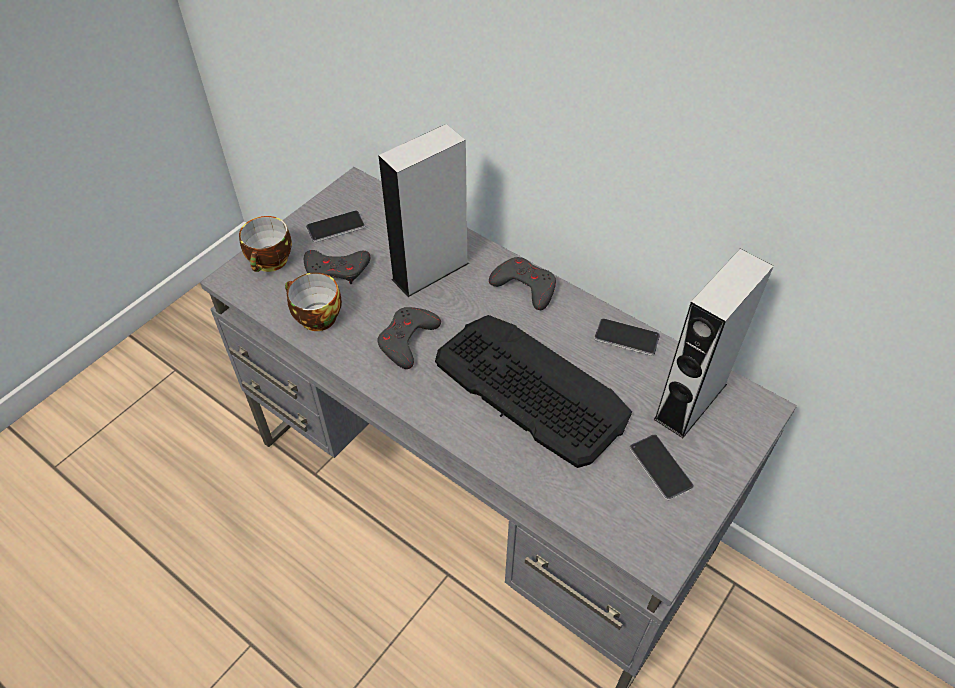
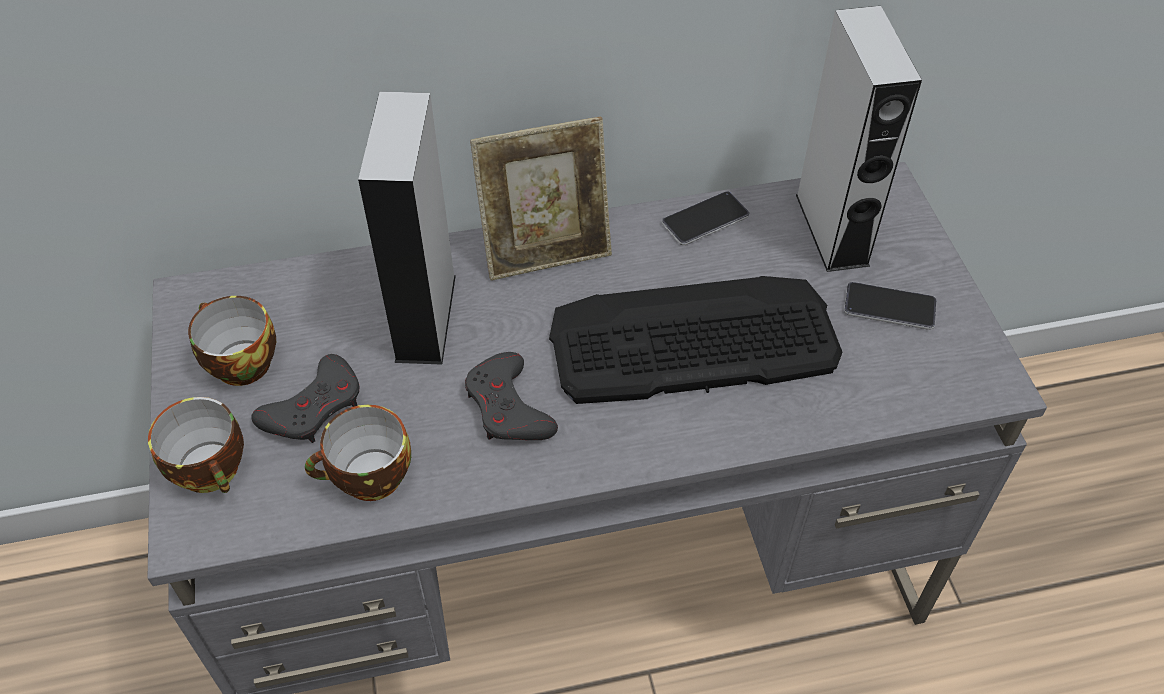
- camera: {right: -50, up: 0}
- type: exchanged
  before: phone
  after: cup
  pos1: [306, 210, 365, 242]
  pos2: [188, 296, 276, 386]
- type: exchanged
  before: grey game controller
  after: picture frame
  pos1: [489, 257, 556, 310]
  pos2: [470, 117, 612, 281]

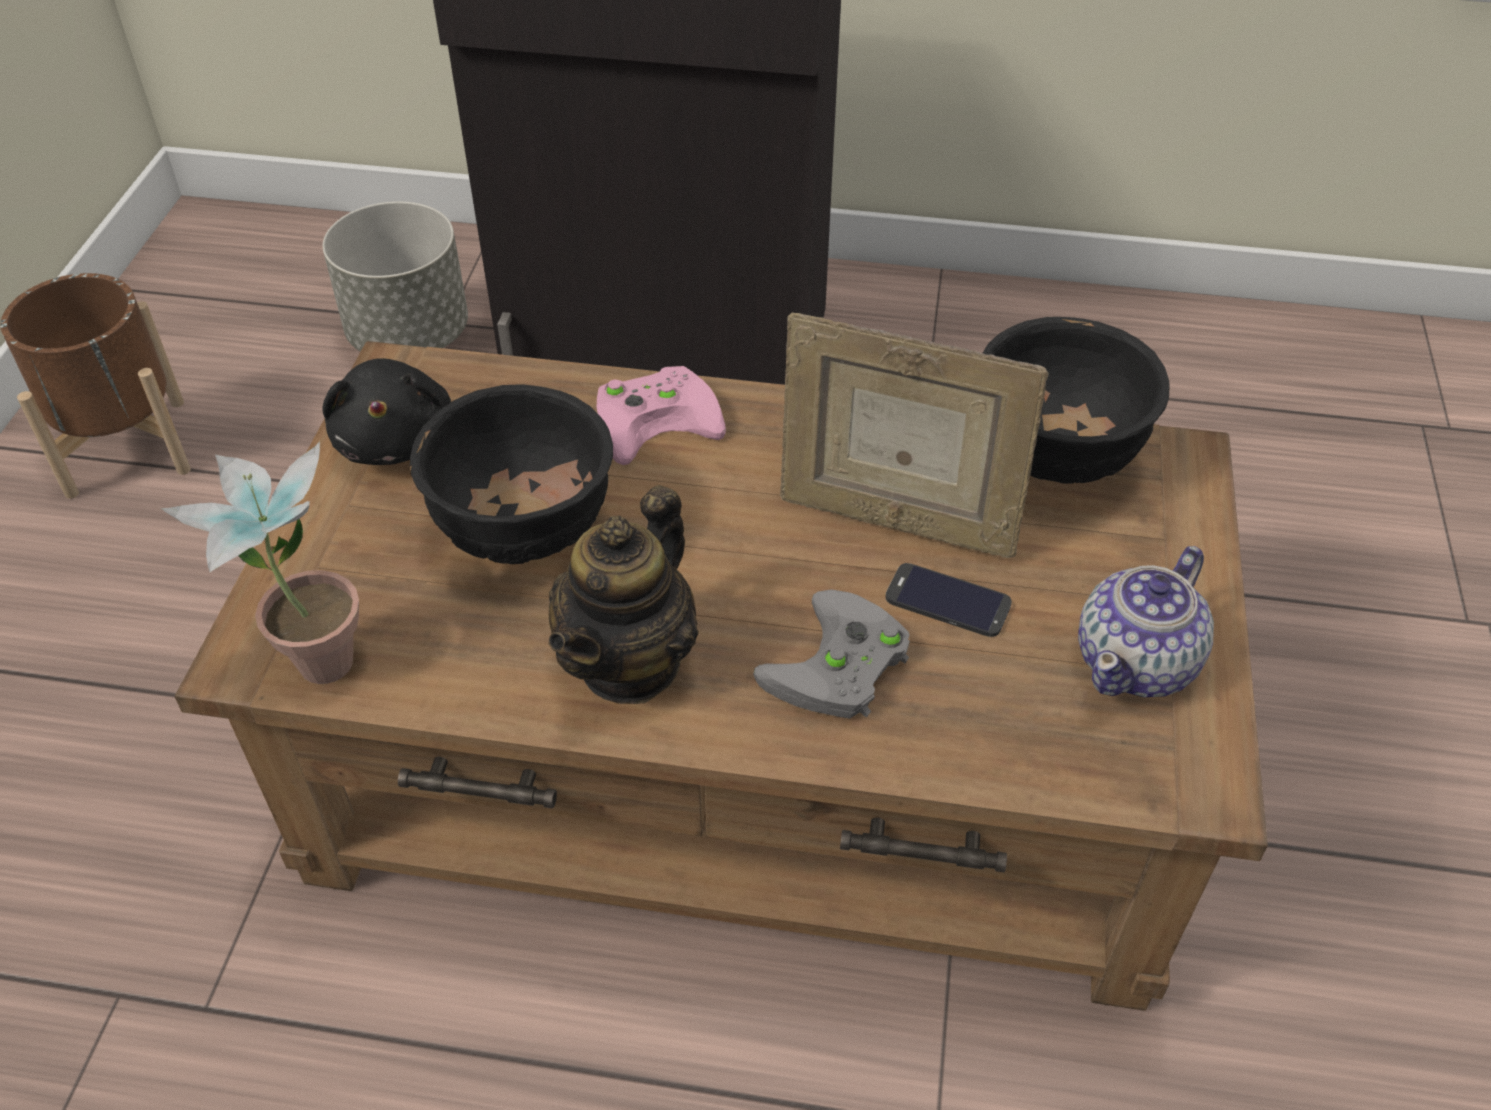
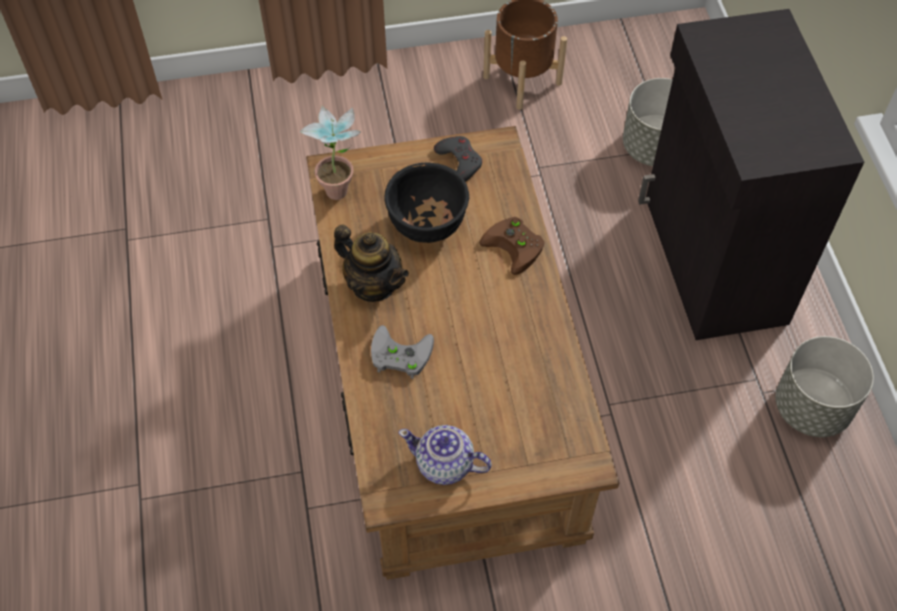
- camera: {right: 70, up: 10}
- type: missing
  before: picture frame
  pos1: [780, 313, 1049, 558]
- type: missing
  before: blackish serving bowl
  pos1: [983, 317, 1169, 484]
- type: exchanged
  before: blackish cuddly toy
  after: grey game controller
  pos1: [322, 358, 451, 465]
  pos2: [434, 136, 482, 182]
- type: colour
  before: pink game controller
  after: brown game controller
  pos1: [597, 366, 726, 465]
  pos2: [479, 217, 545, 275]
- type: spun
  before: tea pot
  pos1: [549, 485, 699, 704]
  pos2: [334, 225, 409, 302]
  turn: -150
- type: missing
  before: phone
  pos1: [885, 563, 1012, 637]
- type: appeared
  after: grey flower pot
  pos2: [776, 336, 874, 437]

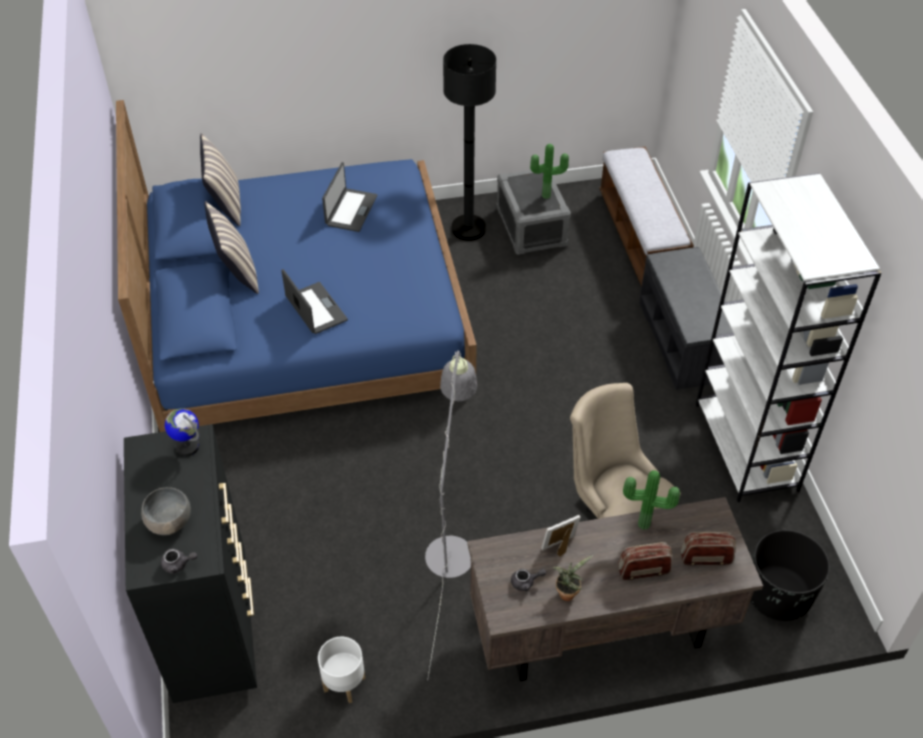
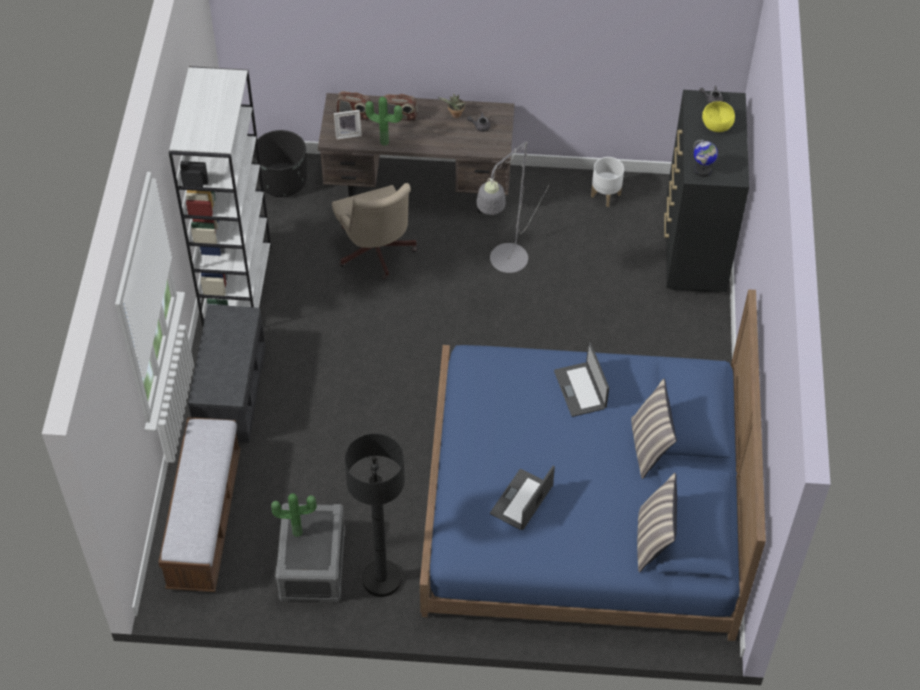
- camera: {right: -165, up: 5}
- type: colour
  before: grey serving bowl
  after: yellow-coloured serving bowl
  pos1: [141, 487, 191, 535]
  pos2: [702, 101, 735, 132]
- type: relocated
  before: picture frame
  pos1: [541, 515, 581, 557]
  pos2: [334, 110, 362, 139]

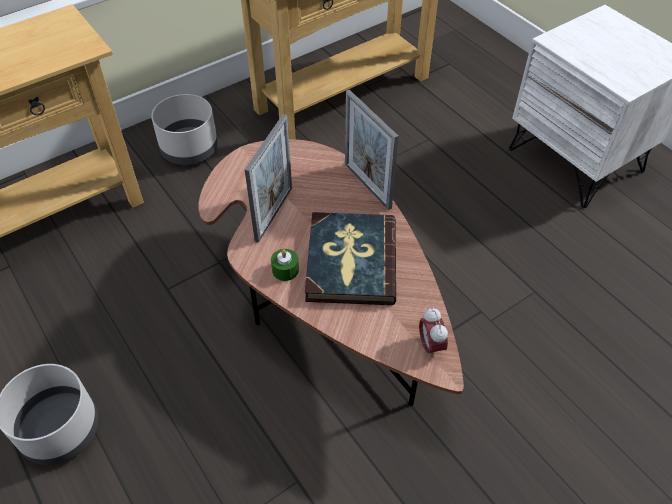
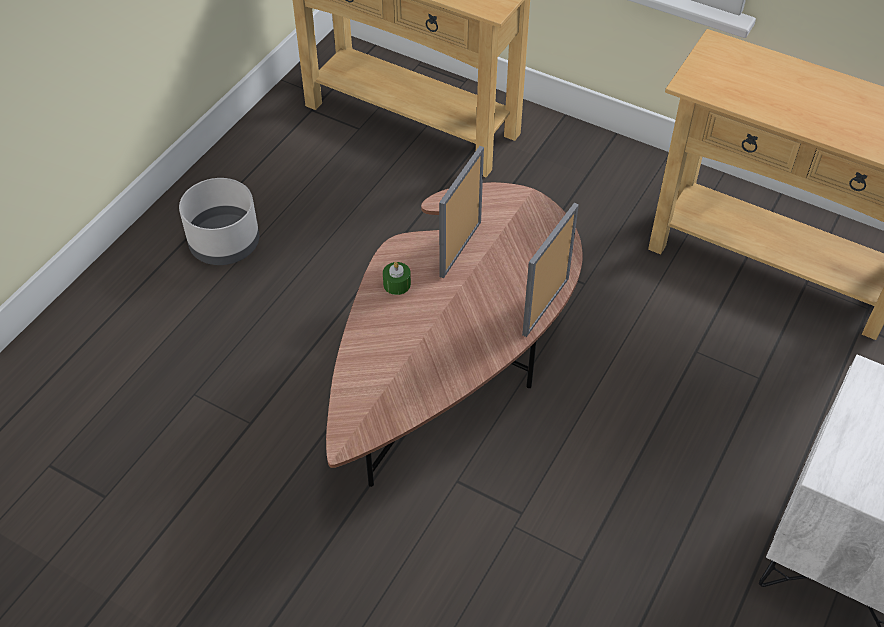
- camera: {right: 65, up: 0}
- type: missing
  before: grey flower pot
  pos1: [151, 94, 218, 165]
- type: spun
  before: picture frame
  pos1: [245, 114, 292, 243]
  pos2: [439, 146, 484, 279]
  turn: 120
- type: missing
  before: book
  pos1: [305, 212, 396, 305]
- type: missing
  before: alarm clock
  pos1: [419, 307, 448, 358]

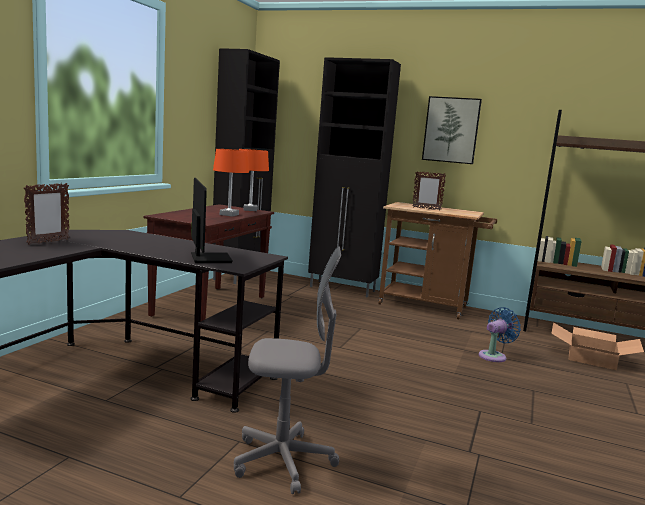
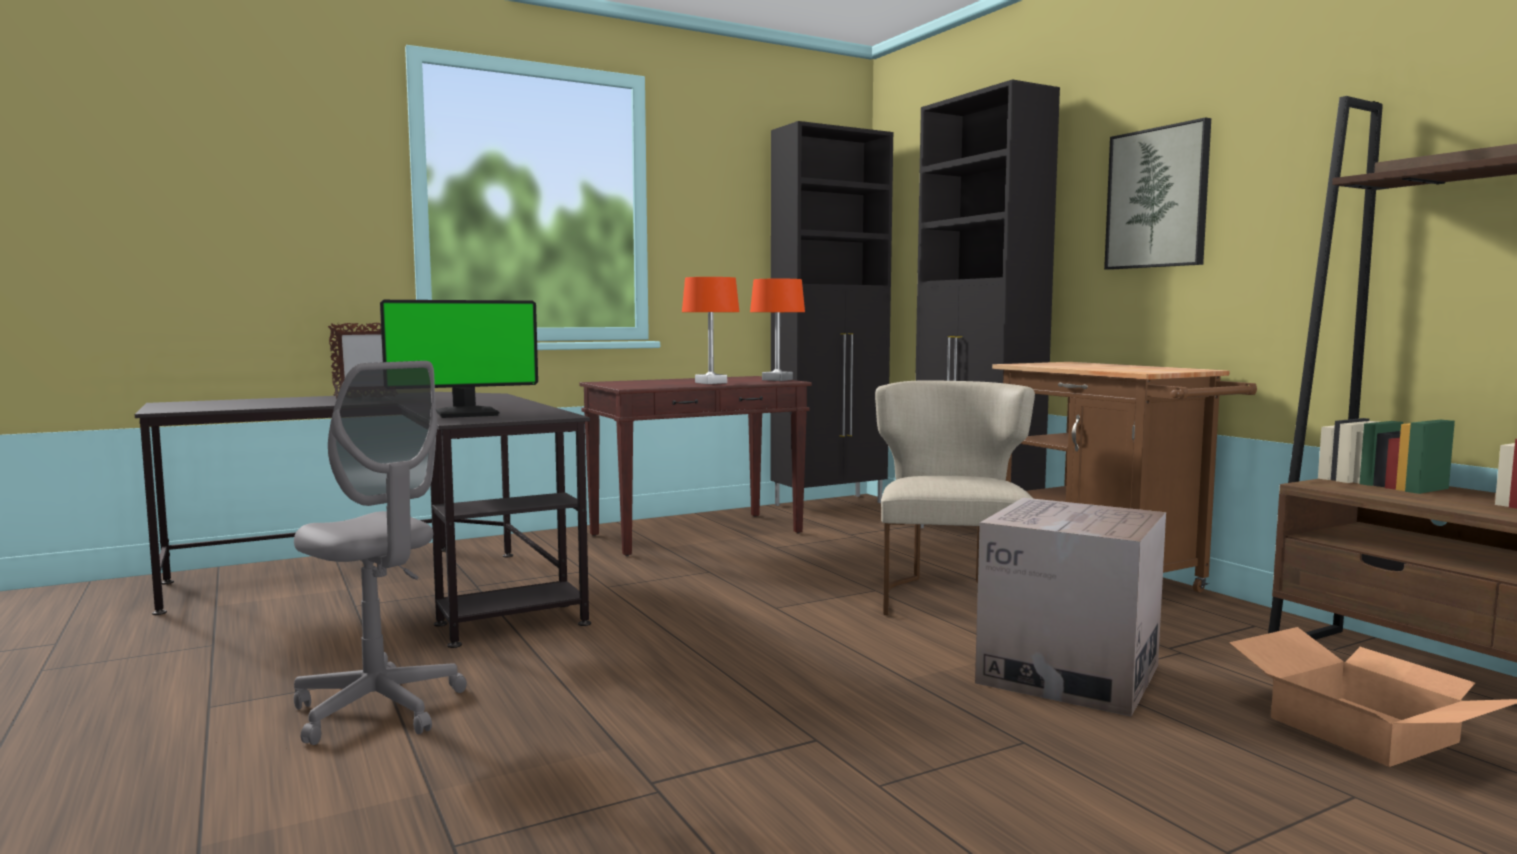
- camera: {right: 40, up: -5}
- type: missing
  before: picture frame
  pos1: [412, 171, 446, 210]
- type: spun
  before: computer display
  pos1: [191, 178, 233, 263]
  pos2: [380, 300, 538, 418]
  turn: 45
- type: exchanged
  before: blue fan
  after: cardboard box
  pos1: [479, 307, 521, 362]
  pos2: [975, 498, 1166, 717]
- type: appeared
  after: sand-coloured plain chair
  pos2: [875, 380, 1035, 615]

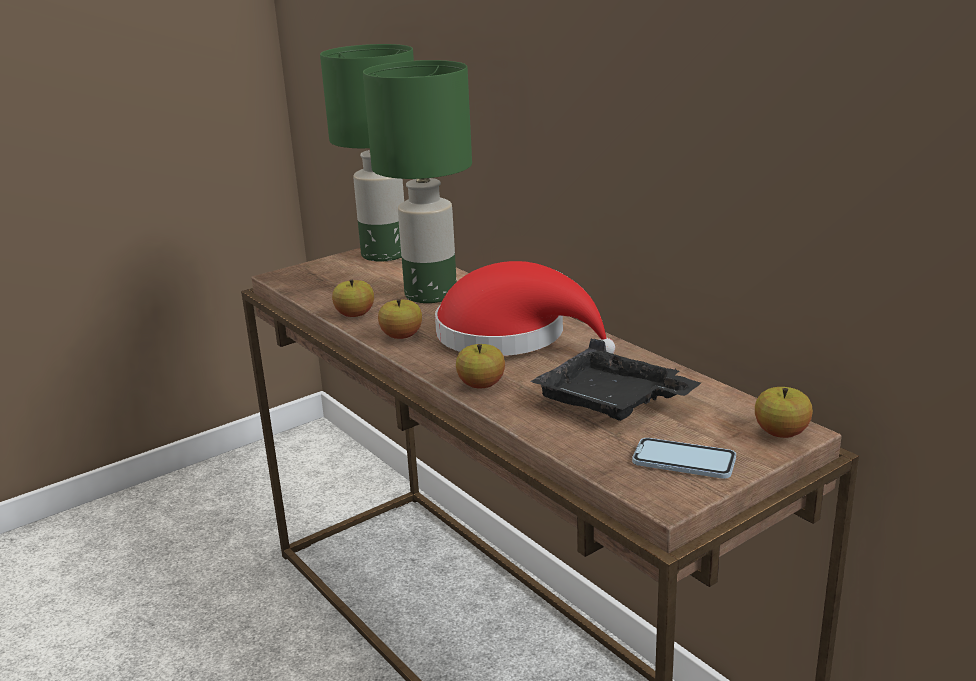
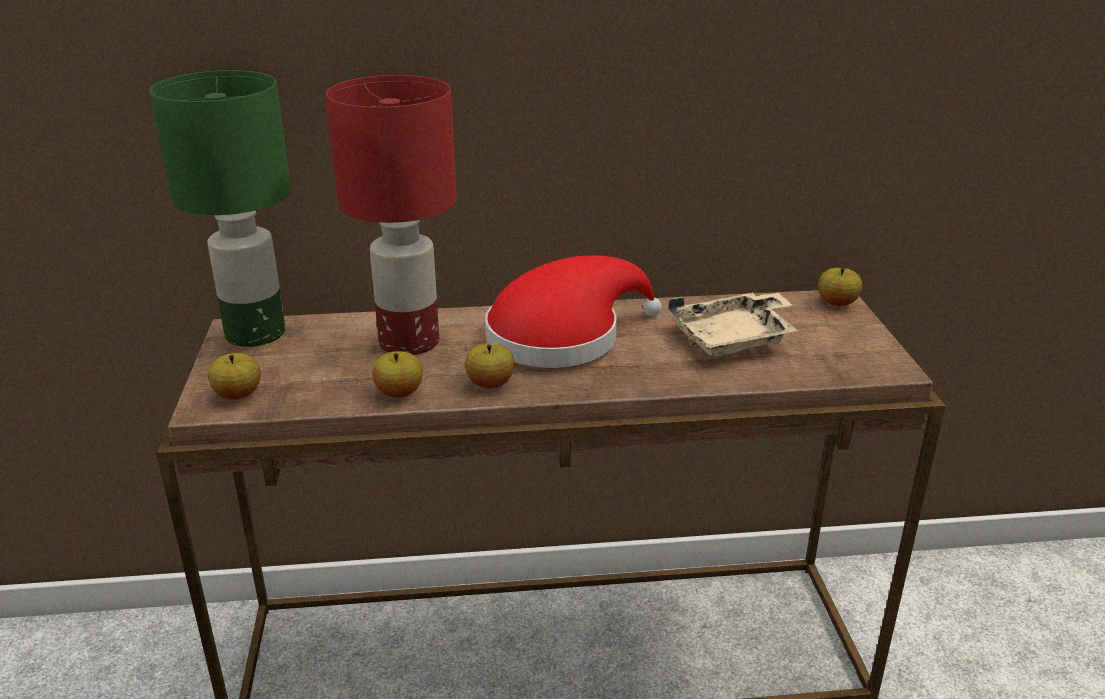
- camera: {right: -60, up: 5}
- type: colour
  before: green-coloured tabletop lamp
  after: reddish tabletop lamp
  pos1: [363, 60, 472, 303]
  pos2: [326, 75, 457, 355]
- type: colour
  before: blackish carrying tray
  after: sand-coloured carrying tray
  pos1: [530, 338, 701, 421]
  pos2: [668, 291, 798, 356]
- type: relocated
  before: whole apple
  pos1: [456, 344, 505, 388]
  pos2: [208, 353, 261, 400]
- type: missing
  before: phone
  pos1: [632, 438, 736, 479]

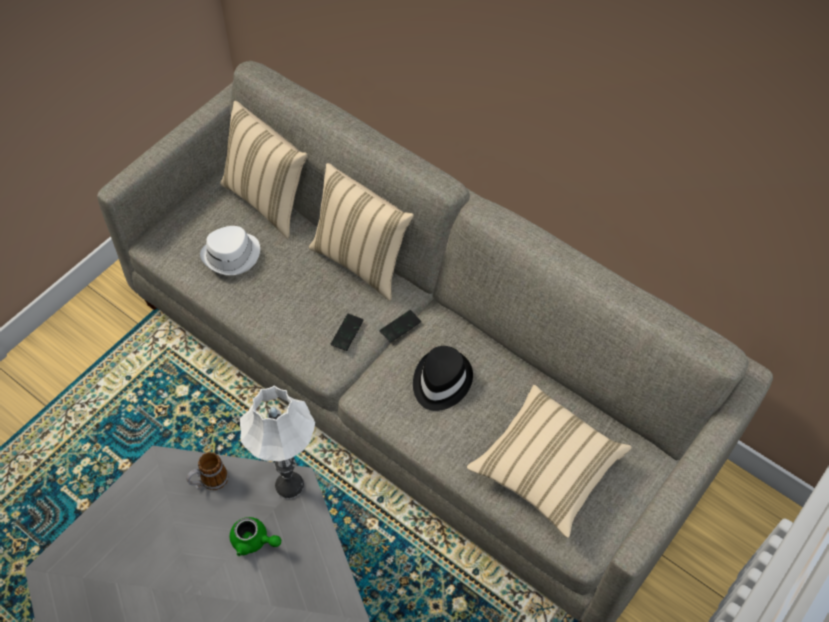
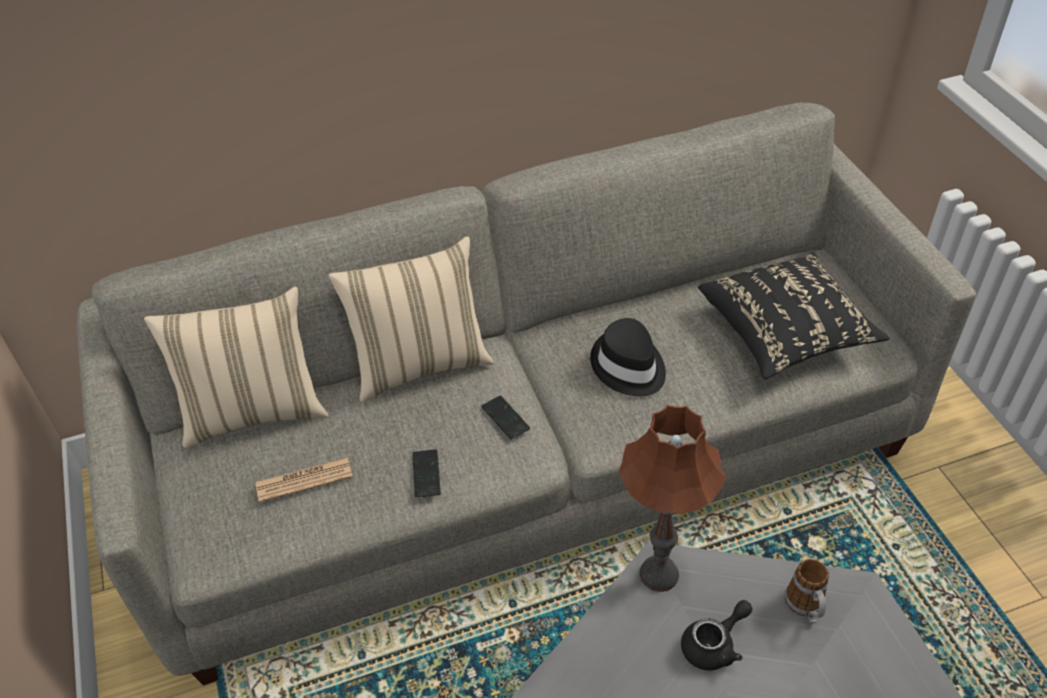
- camera: {right: -55, up: -10}
- type: exchanged
  before: white-coloured hat
  after: newspaper
  pos1: [200, 226, 260, 276]
  pos2: [256, 457, 353, 503]
- type: relocated
  before: phone
  pos1: [380, 310, 421, 343]
  pos2: [412, 449, 441, 498]
- type: colour
  before: white-coloured tabletop lamp
  after: brown tabletop lamp
  pos1: [240, 385, 315, 499]
  pos2: [619, 405, 726, 592]
- type: colour
  before: sand-coloured pillow
  after: blackish pillow
  pos1: [467, 385, 632, 538]
  pos2: [698, 251, 890, 379]
- type: relocated
  before: tea mug
  pos1: [186, 452, 228, 490]
  pos2: [785, 559, 829, 623]
- type: colour
  before: green-coloured tea pot
  after: blackish tea pot
  pos1: [230, 517, 281, 556]
  pos2: [681, 600, 752, 671]

